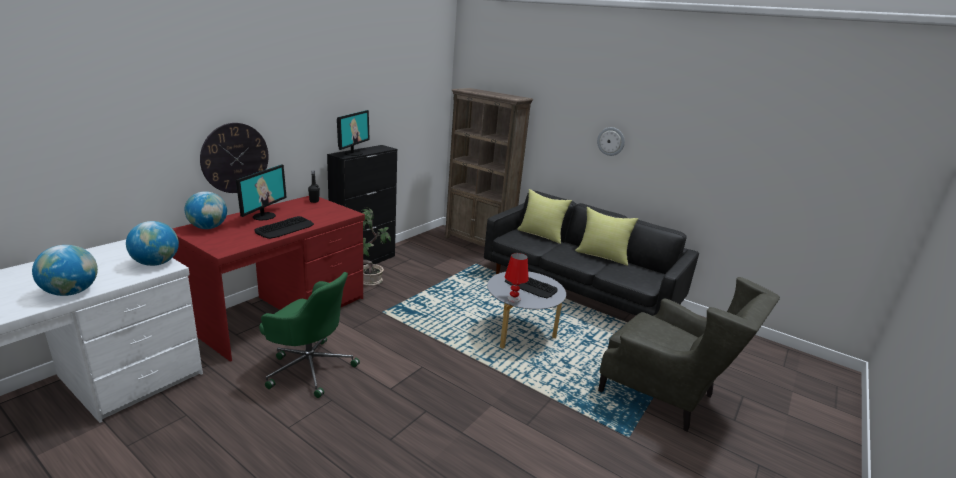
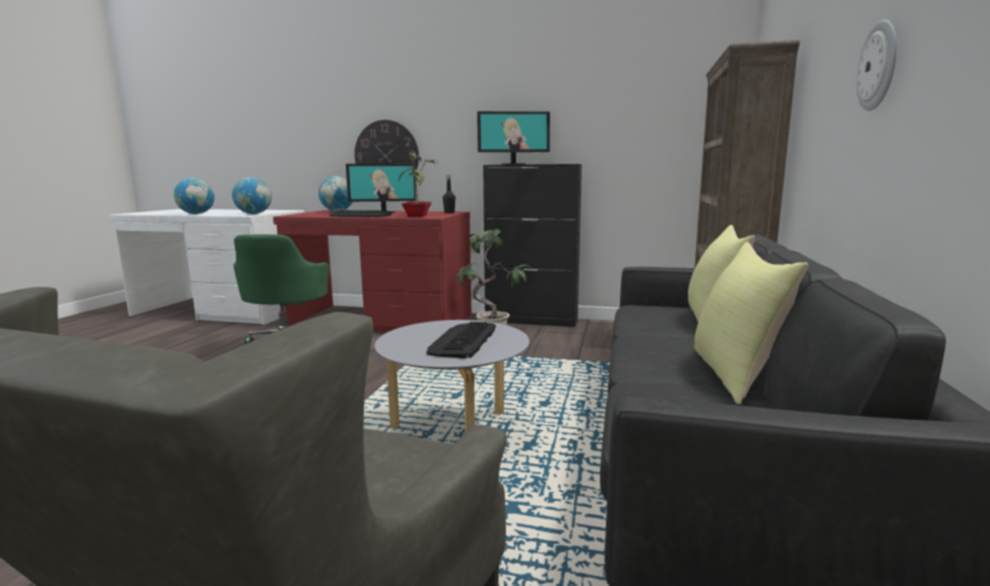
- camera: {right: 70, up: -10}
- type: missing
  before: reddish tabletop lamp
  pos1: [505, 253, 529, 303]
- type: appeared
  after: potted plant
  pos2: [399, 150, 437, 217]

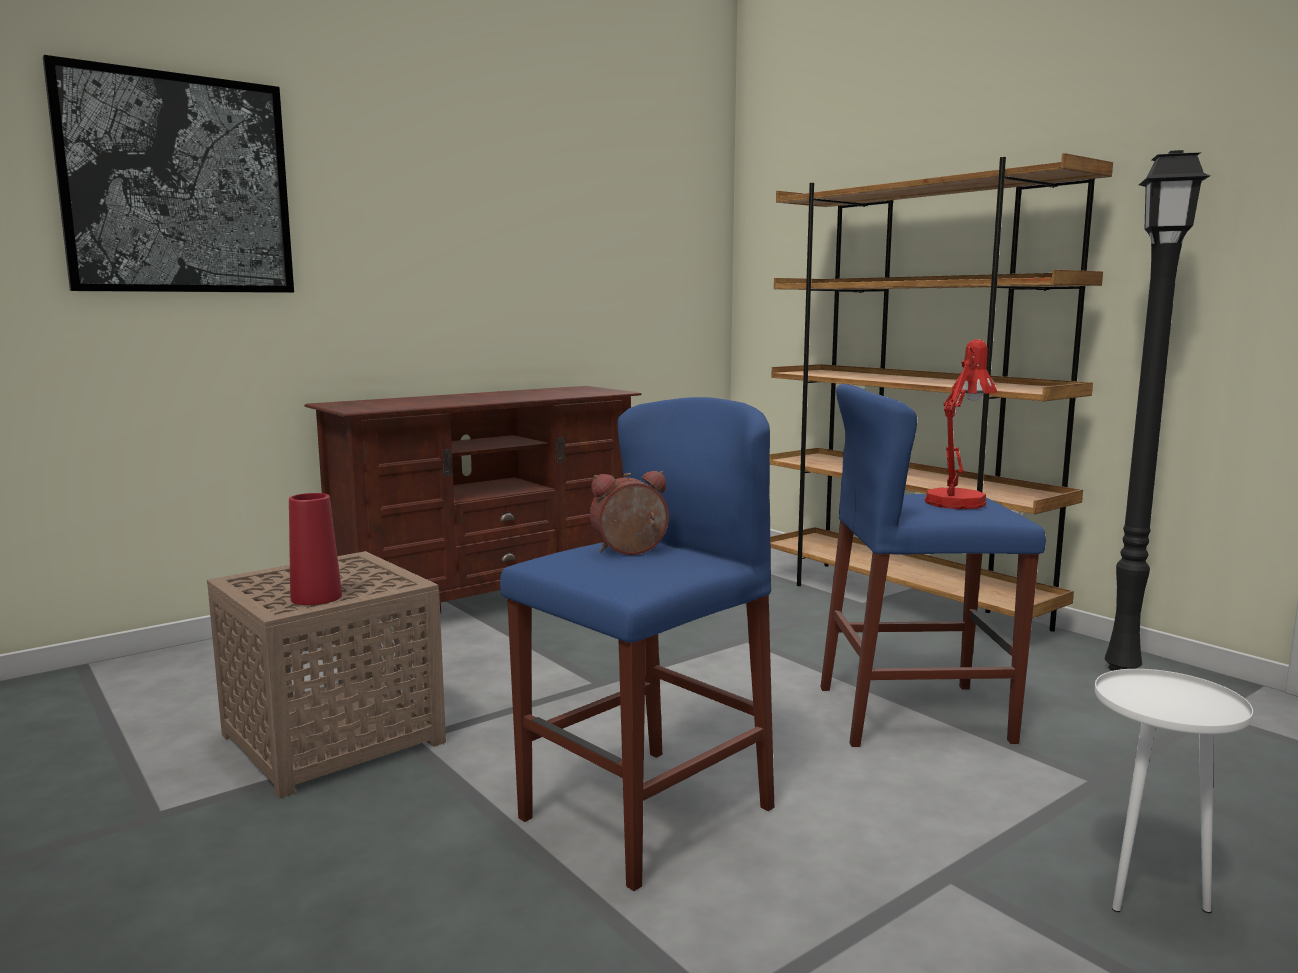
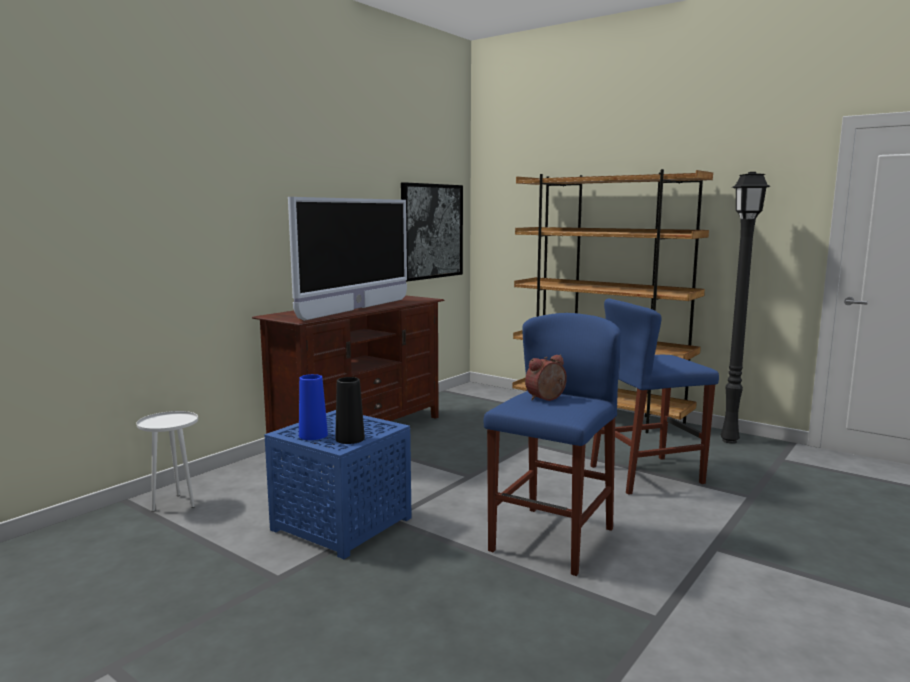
- camera: {right: -15, up: 0}
- type: relocated
  before: picture
  pos1: [43, 55, 294, 293]
  pos2: [401, 182, 463, 282]
- type: missing
  before: reddish tabletop lamp
  pos1: [924, 339, 997, 509]
- type: colour
  before: reddish flower vase
  after: blackish flower vase
  pos1: [289, 493, 342, 605]
  pos2: [335, 377, 365, 444]
- type: colour
  before: brown end table
  after: blue end table
  pos1: [207, 551, 446, 798]
  pos2: [264, 410, 412, 559]
- type: relocated
  before: white-coloured end table
  pos1: [1095, 669, 1253, 913]
  pos2: [136, 411, 198, 512]
- type: appeared
  after: TV set
  pos2: [288, 197, 407, 321]
- type: appeared
  after: blue flower vase
  pos2: [299, 374, 328, 440]

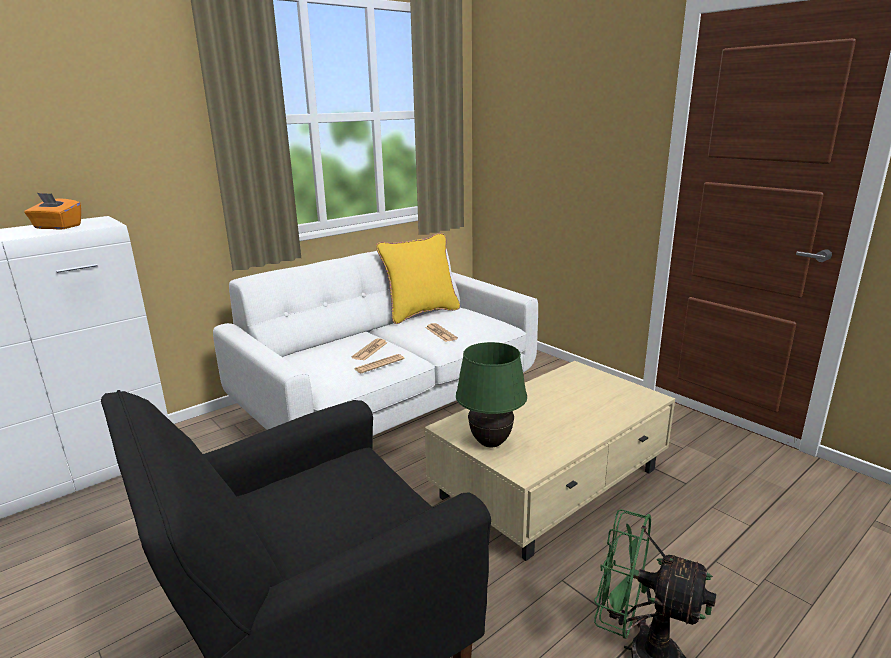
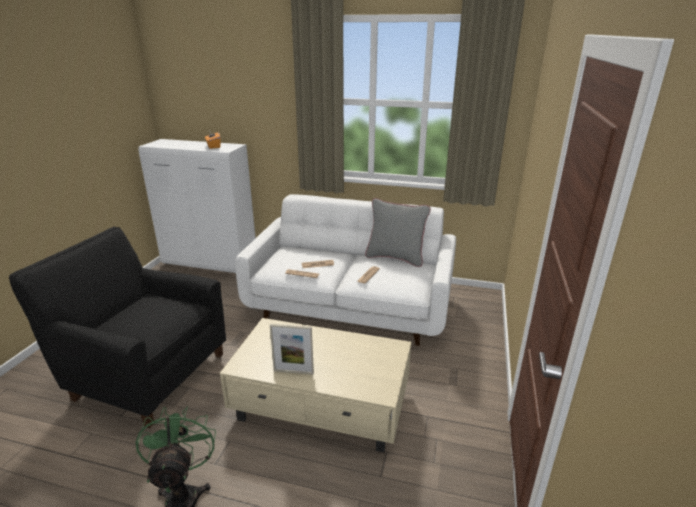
- camera: {right: 55, up: 5}
- type: colour
  before: yellow-coloured pillow
  after: grey pillow
  pos1: [376, 233, 460, 324]
  pos2: [365, 198, 431, 267]
- type: missing
  before: green-coloured tabletop lamp
  pos1: [456, 342, 527, 448]
- type: appeared
  after: picture frame
  pos2: [270, 324, 314, 374]

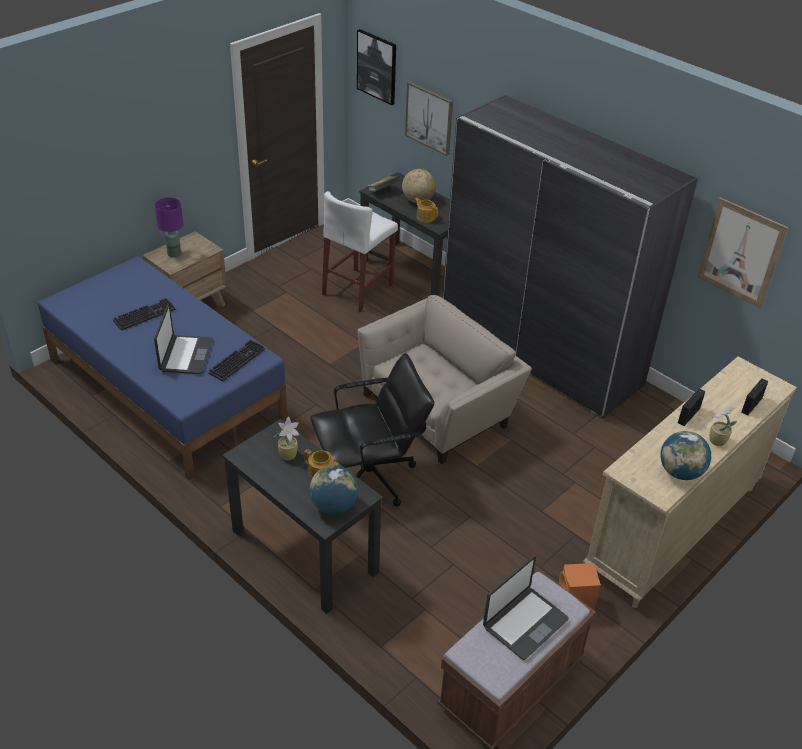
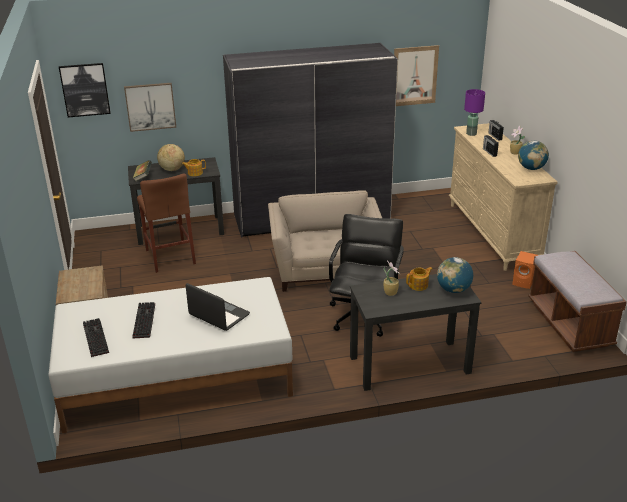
- camera: {right: -55, up: -10}
- type: colour
  before: white-coloured stool
  after: brown stool
  pos1: [322, 191, 398, 312]
  pos2: [137, 173, 196, 273]
- type: relocated
  before: purple-coloured tabletop lamp
  pos1: [155, 197, 183, 258]
  pos2: [464, 89, 485, 136]
- type: colour
  before: blue bedroom bed
  after: white-coloured bedroom bed
  pos1: [38, 256, 288, 480]
  pos2: [48, 277, 293, 433]
- type: relocated
  before: PC keyboard
  pos1: [208, 339, 265, 381]
  pos2: [83, 318, 109, 357]
- type: missing
  before: portable computer
  pos1: [483, 556, 569, 660]

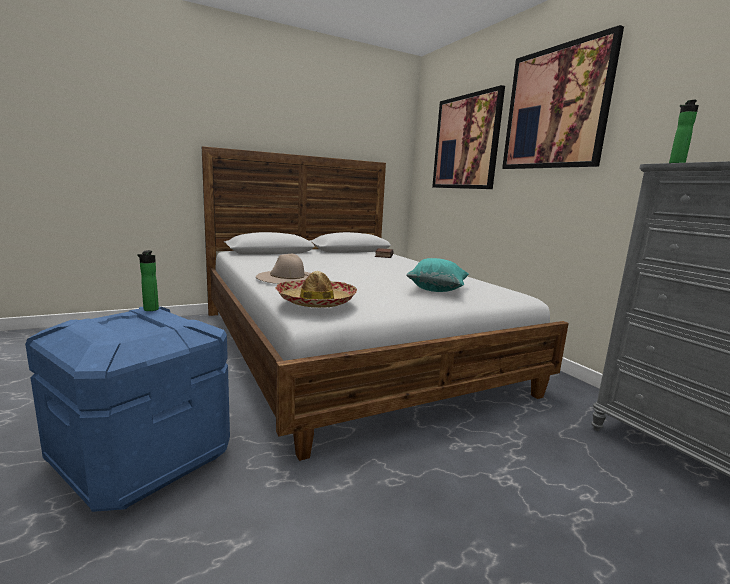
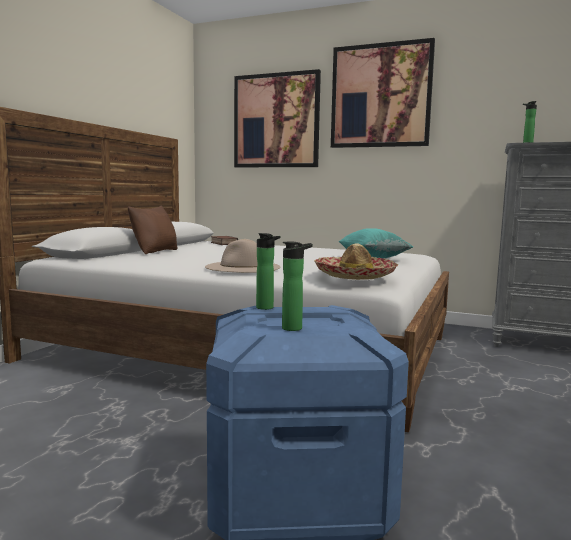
- camera: {right: -40, up: -5}
- type: appeared
  after: brown pillow
  pos2: [128, 206, 177, 254]
- type: appeared
  after: bottle
  pos2: [282, 242, 313, 331]

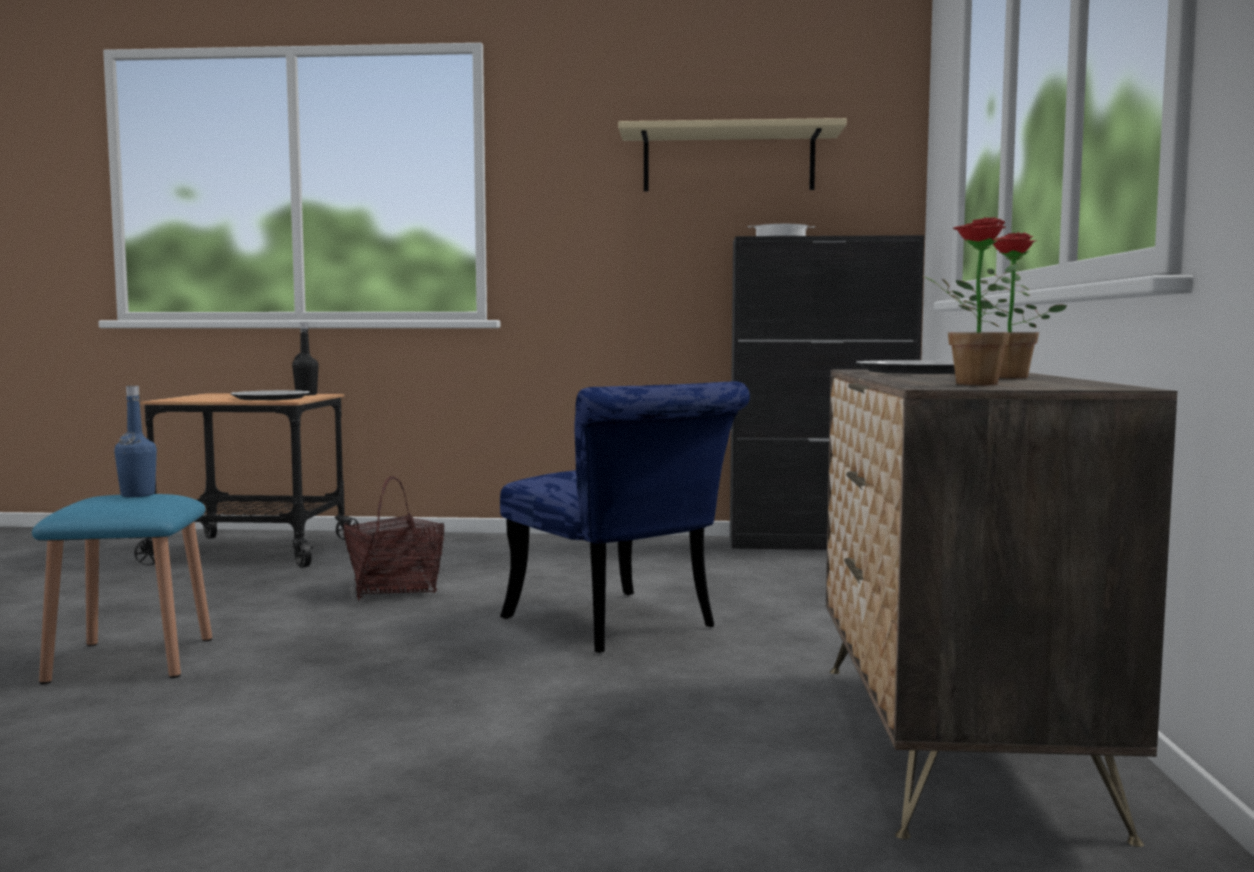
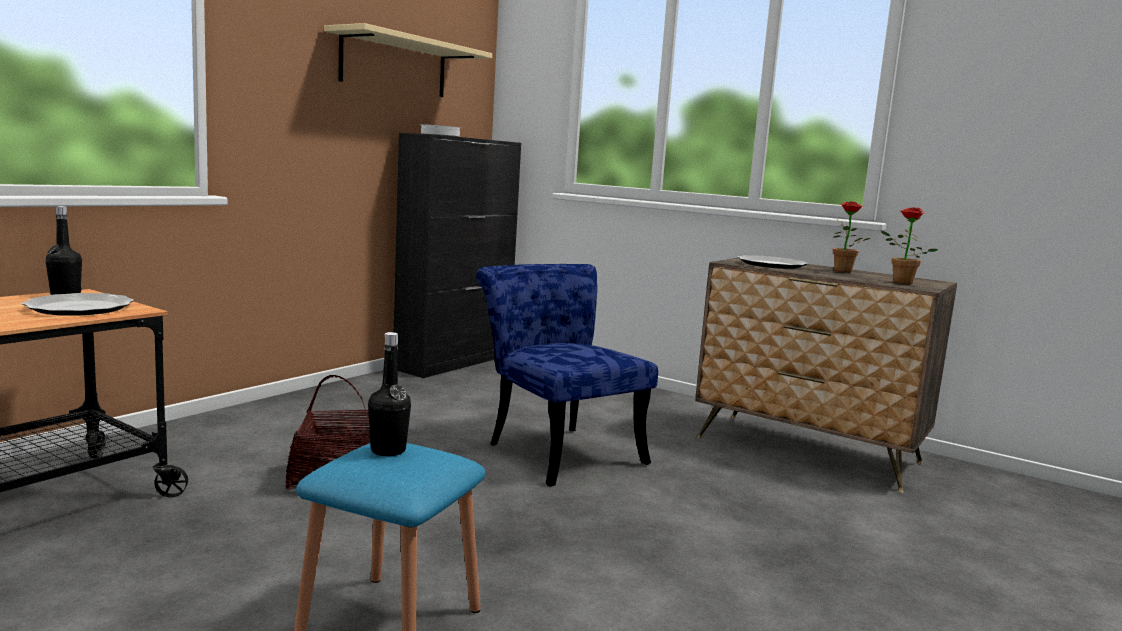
- camera: {right: -60, up: 5}
- type: spun
  before: blue plain chair
  pos1: [500, 381, 750, 653]
  pos2: [476, 264, 658, 486]
  turn: -120
- type: colour
  before: blue bottle
  after: blackish bottle
  pos1: [114, 386, 157, 497]
  pos2: [368, 332, 411, 456]

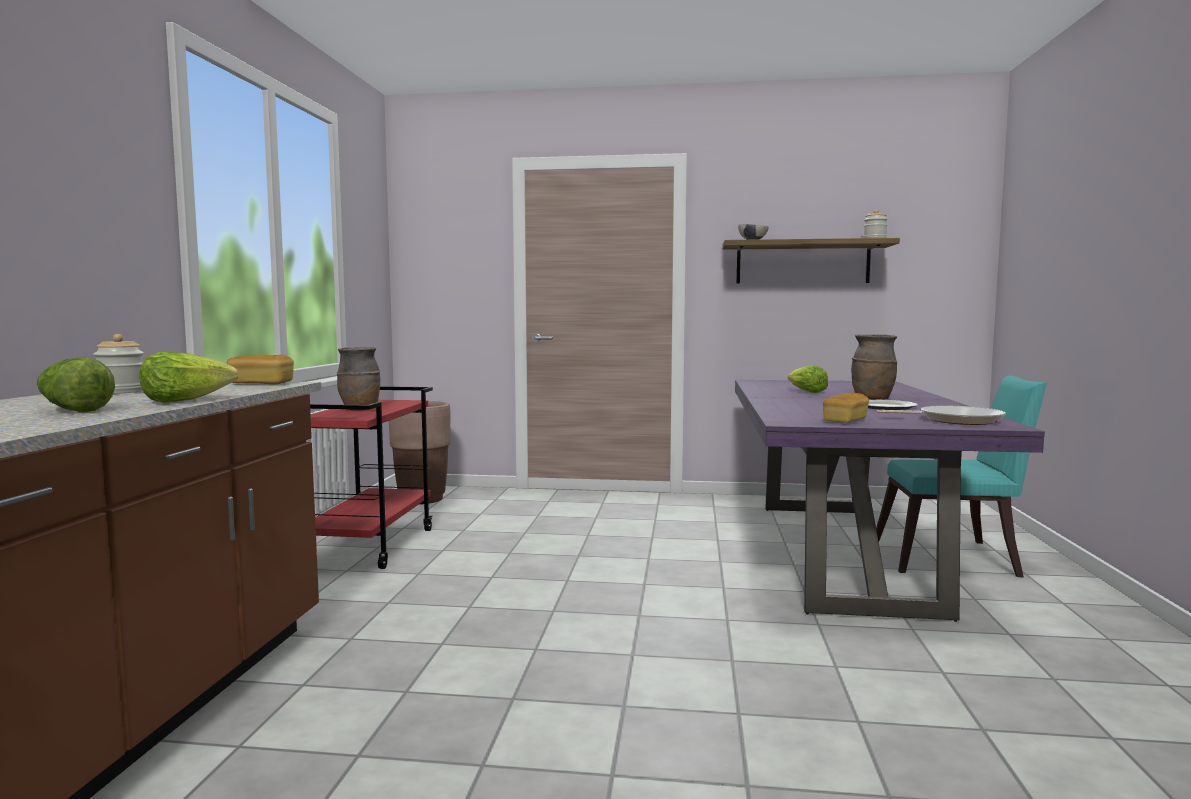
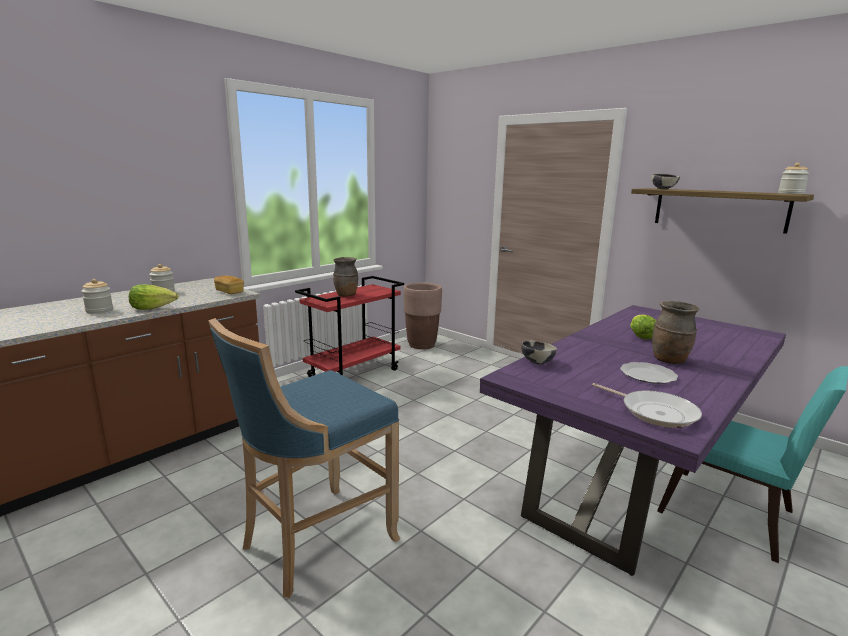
- camera: {right: 35, up: 10}
- type: exchanged
  before: lettuce
  after: storage jar
  pos1: [37, 357, 115, 413]
  pos2: [81, 279, 113, 314]
- type: missing
  before: baked bread
  pos1: [823, 393, 869, 423]
- type: appeared
  after: blue stool
  pos2: [208, 318, 400, 598]
- type: appeared
  after: serving bowl
  pos2: [521, 341, 557, 364]

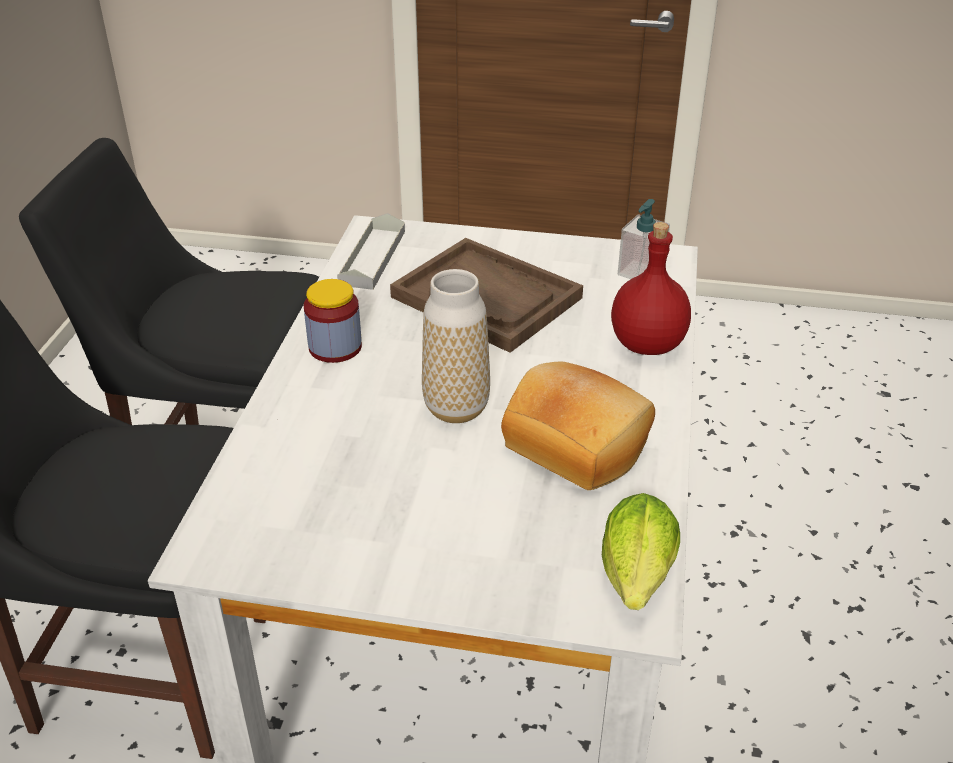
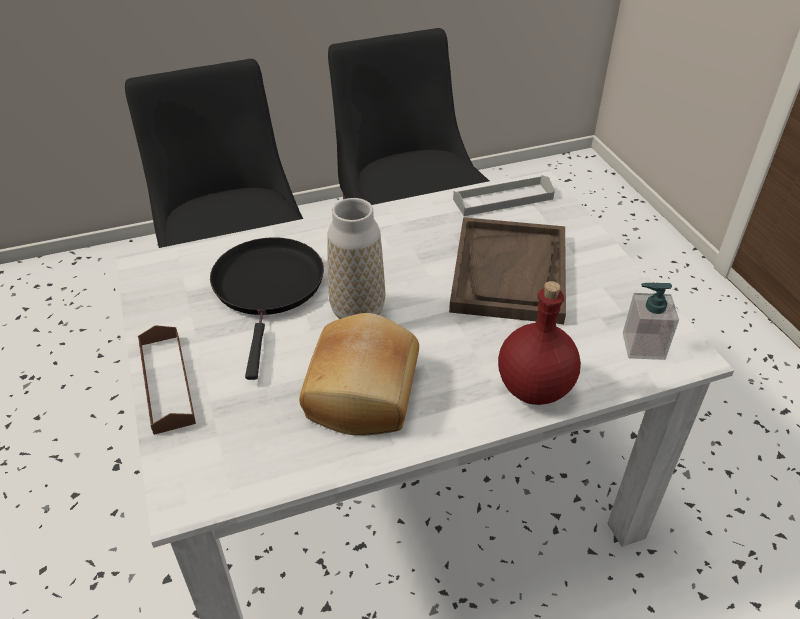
- camera: {right: 60, up: 5}
- type: missing
  before: storage jar
  pos1: [304, 279, 362, 363]
- type: missing
  before: lettuce
  pos1: [602, 493, 680, 610]
- type: appeared
  after: blackish skillet
  pos2: [210, 237, 324, 380]
- type: appeared
  after: brown carrying tray
  pos2: [138, 325, 196, 435]

